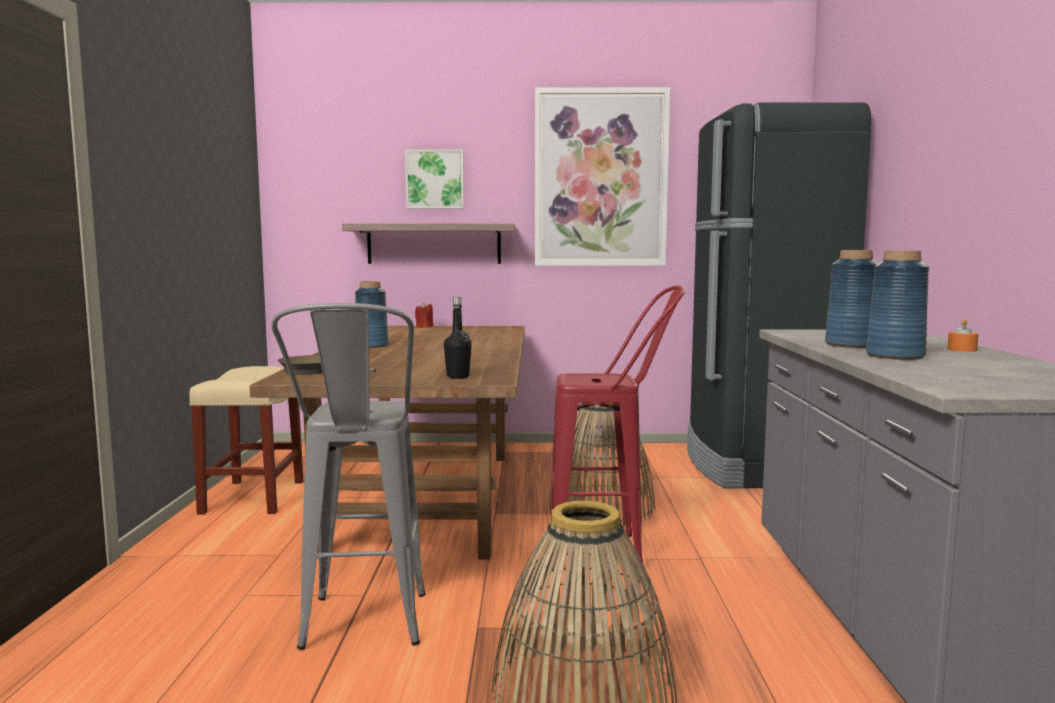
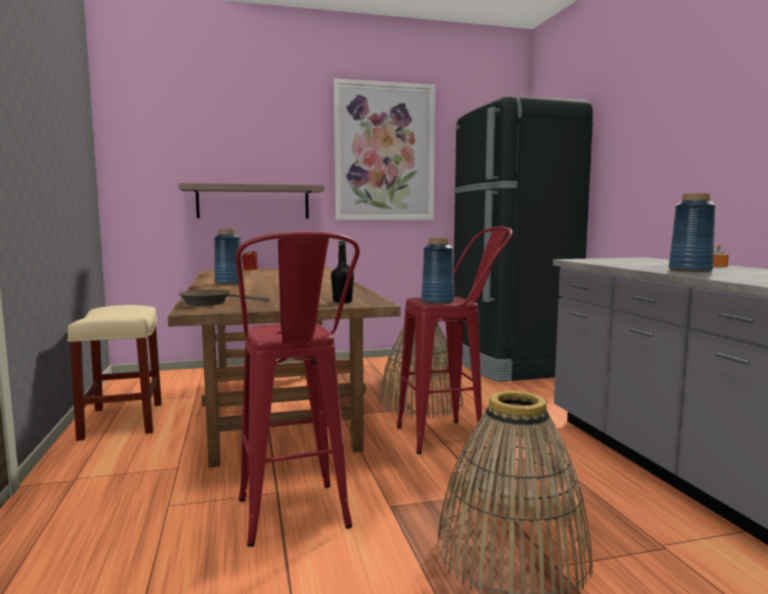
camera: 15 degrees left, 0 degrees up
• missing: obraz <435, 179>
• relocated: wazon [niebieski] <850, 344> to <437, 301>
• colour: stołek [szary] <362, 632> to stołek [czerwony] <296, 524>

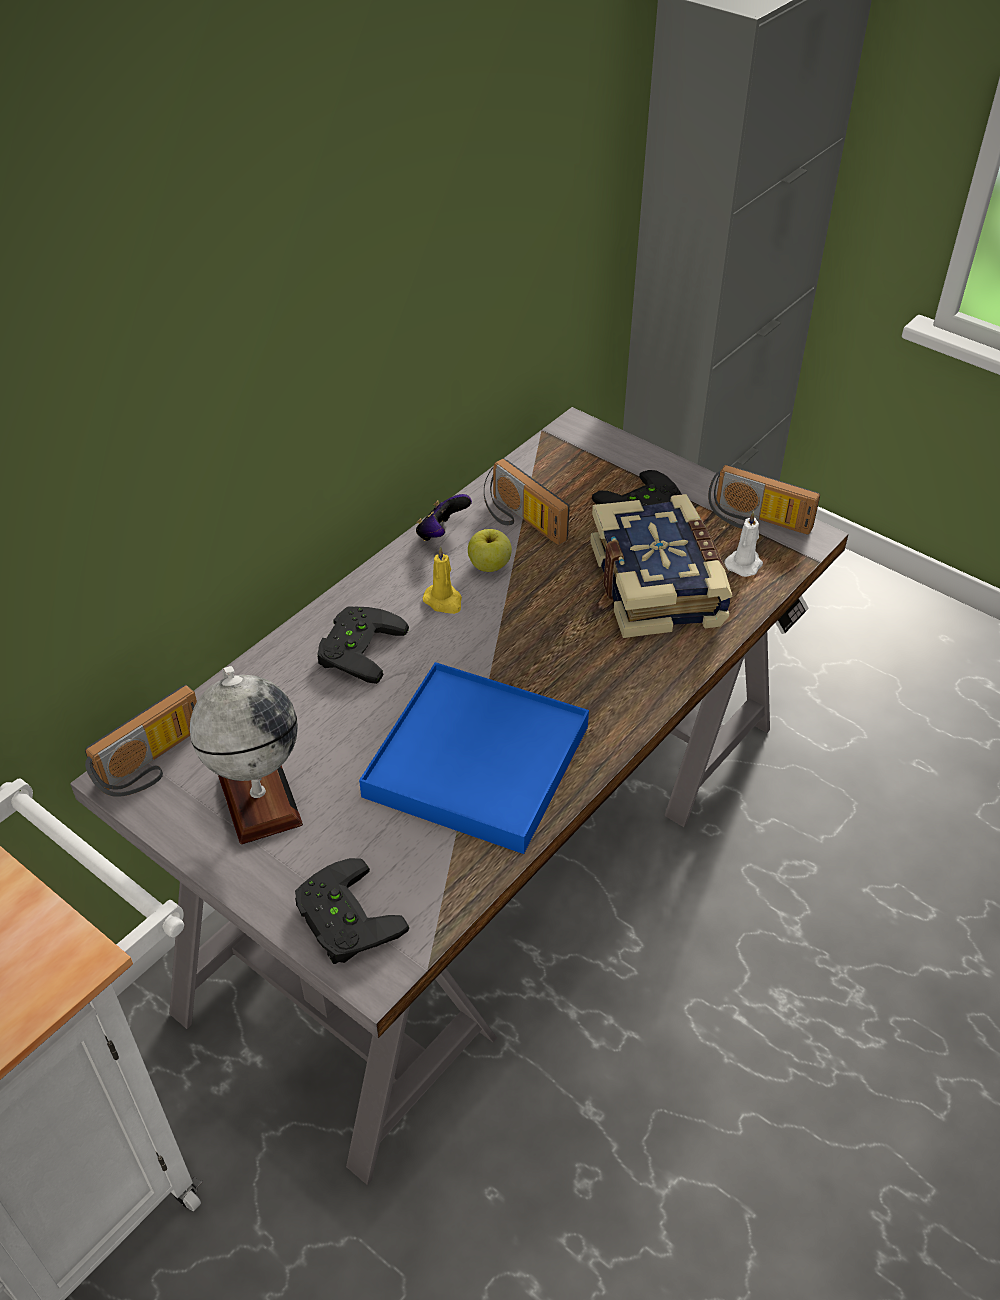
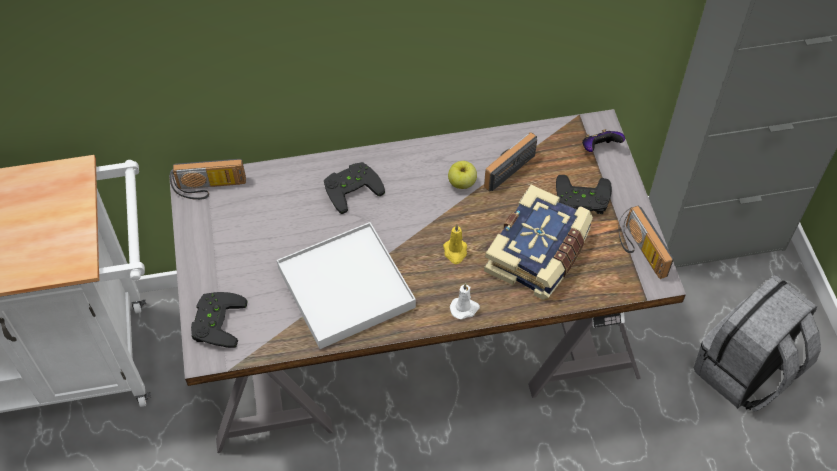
camera: 40 degrees right, 10 degrees up
• missing: globus <259, 800>
• appeared: plecak [szary] <745, 372>
• relocated: pad do gier <441, 533> to <599, 148>
• relocated: świeca [żółty] <444, 601> to <455, 252>
• relocated: świeca [biały] <744, 564> to <465, 308>
• colour: taca [niebieski] <477, 762> to taca [biały] <346, 288>
• spun: radio <520, 520> = <506, 166> 45 degrees clockwise

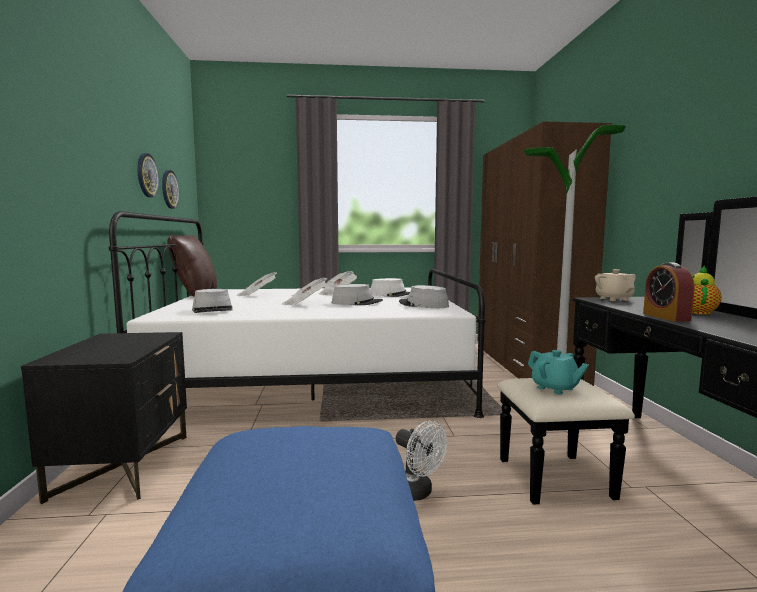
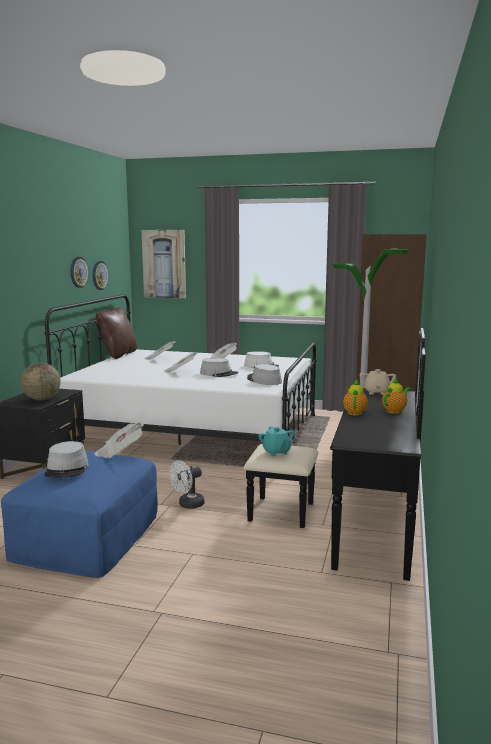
camera: 20 degrees right, 5 degrees up
• appeared: globus <42, 399>
• appeared: gazeta <119, 453>
• appeared: obraz <164, 264>
• relocated: kapelusz [szary] <213, 310> to <67, 469>
• exchanged: budzik <666, 317> to imbryk <355, 412>
• spun: wentylator [biały] <417, 493> = <188, 505> 75 degrees clockwise

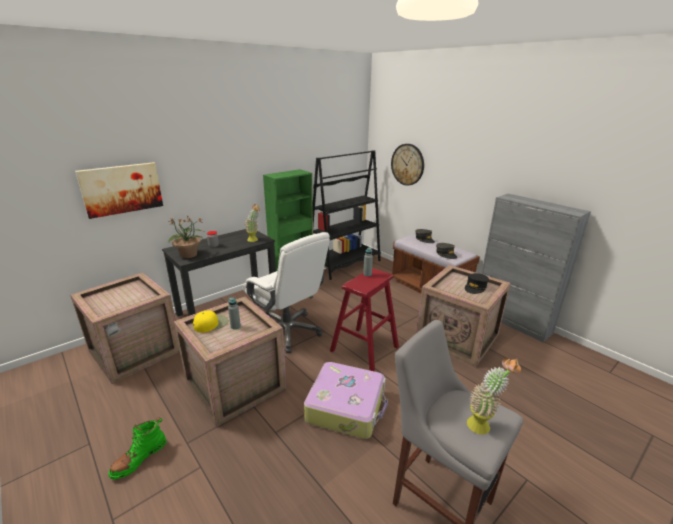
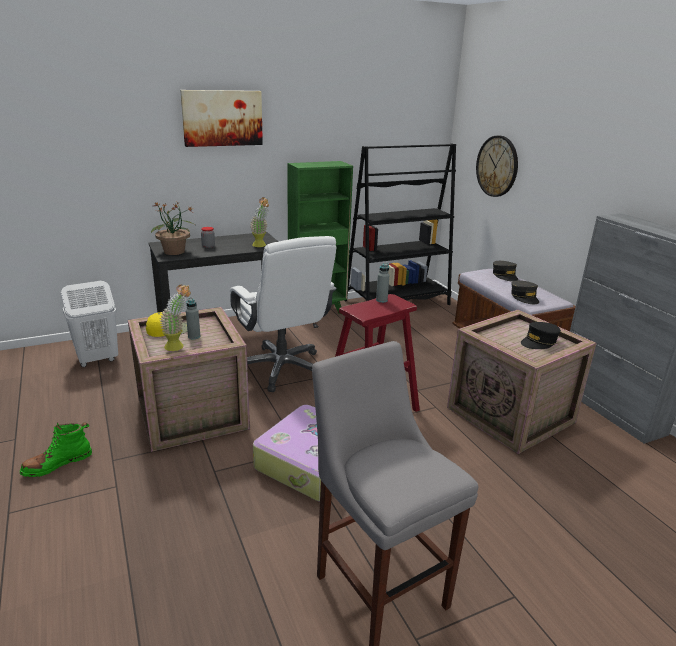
camera: 15 degrees right, 0 degrees up
• relocated: obraz <122, 189> to <222, 118>
• relocated: roślina doniczkowa <484, 424> to <179, 347>
• exchanged: skrzynka <134, 352> to kosz na pranie [biały] <97, 359>

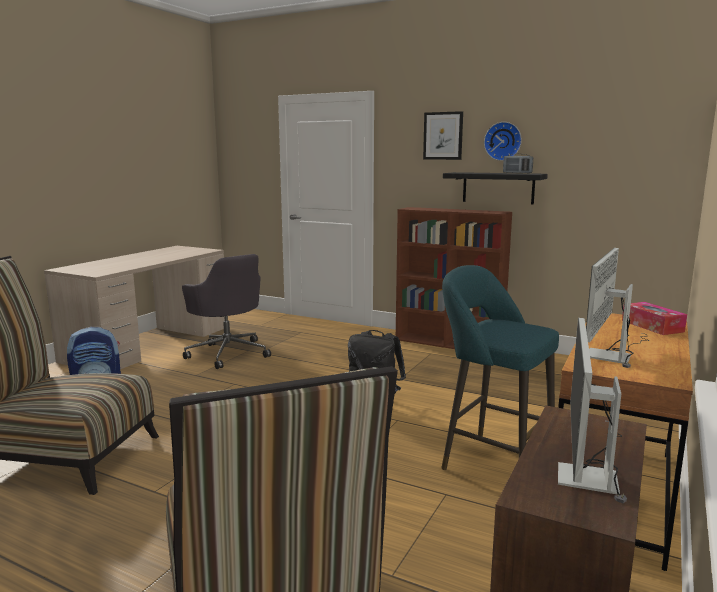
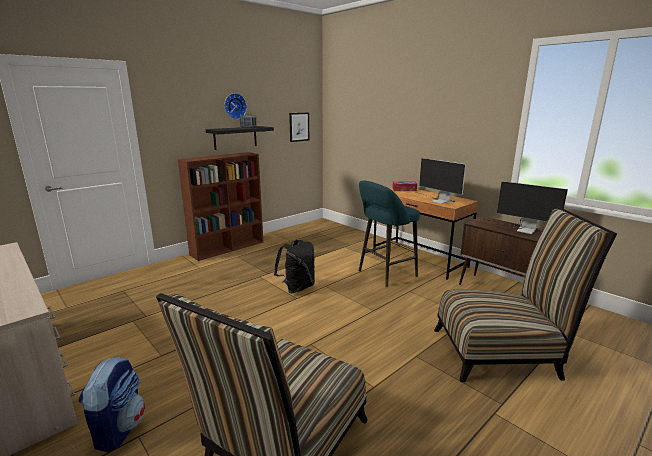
camera: 70 degrees left, 5 degrees up
• missing: krzesło biurowe [szary] <228, 353>
• relocated: obraz <443, 136> to <299, 127>

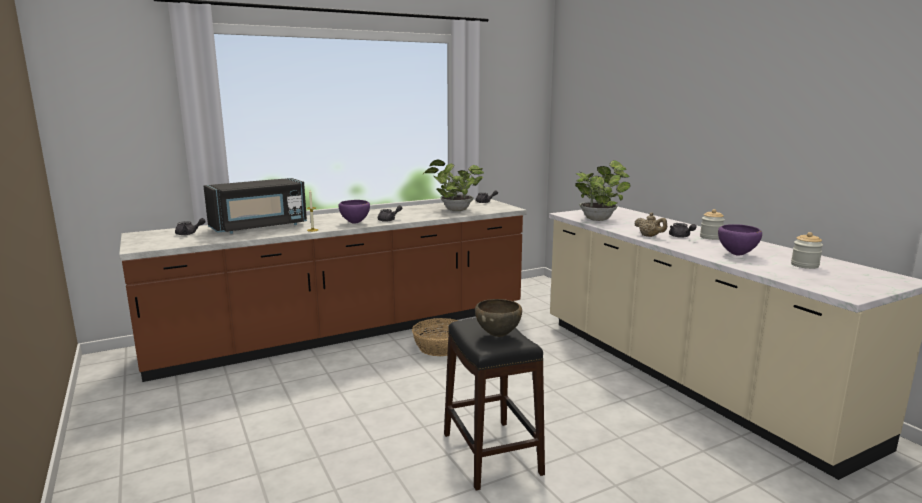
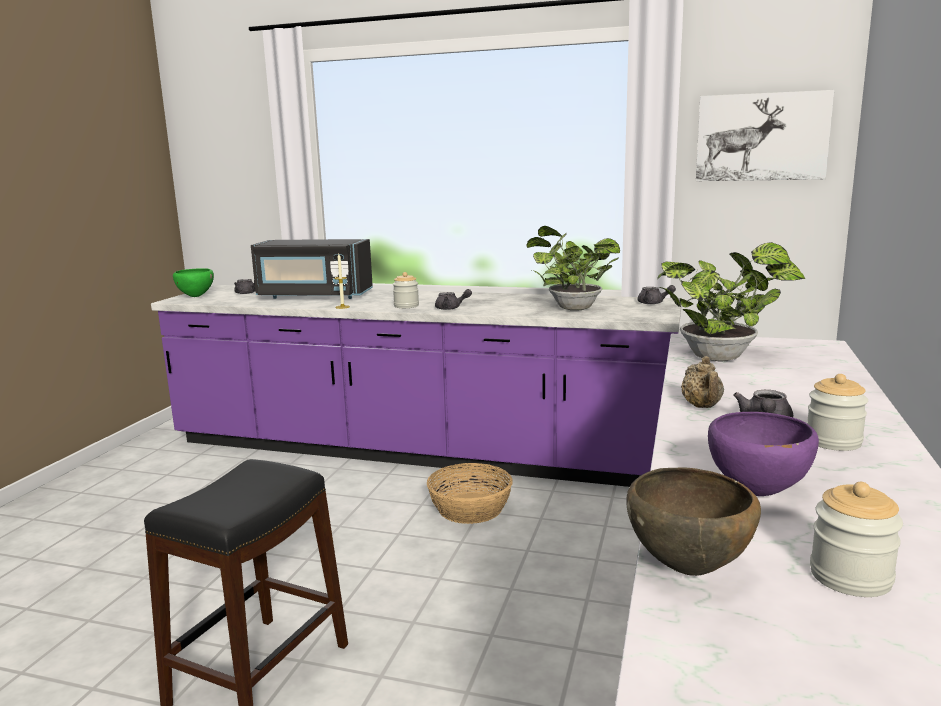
camera: 45 degrees right, 0 degrees up
• appeared: miska [zielony] <195, 296>
• appeared: obraz <761, 137>
• relocated: miska [brązowy] <498, 335> to <689, 568>
• exchanged: miska [fioletowy] <355, 223> to słoik <406, 306>
• colour: zabudowa kuchenna [brązowy] <348, 332> to zabudowa kuchenna [fioletowy] <415, 452>

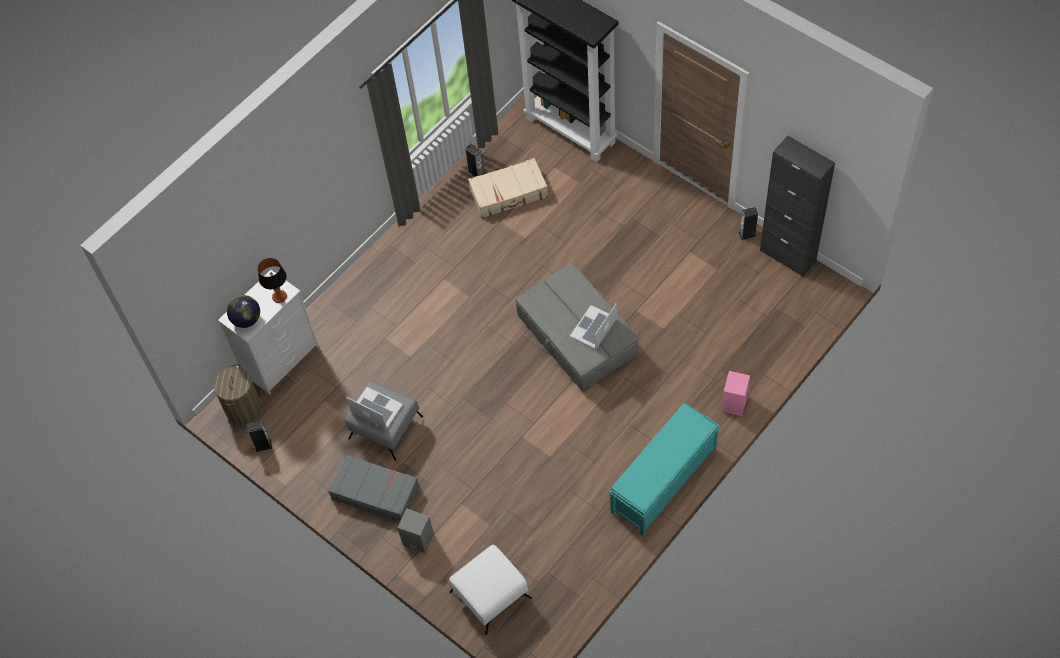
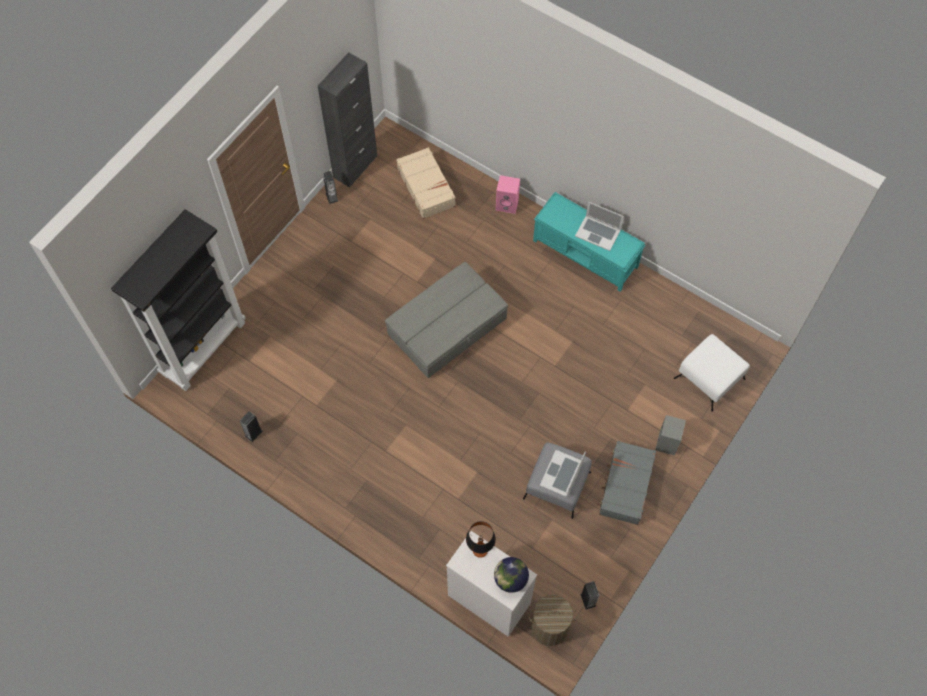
camera: 100 degrees left, 5 degrees up
• relocated: walizka [beżowy] <509, 194> to <426, 187>
• relocated: laptop <593, 327> to <598, 232>

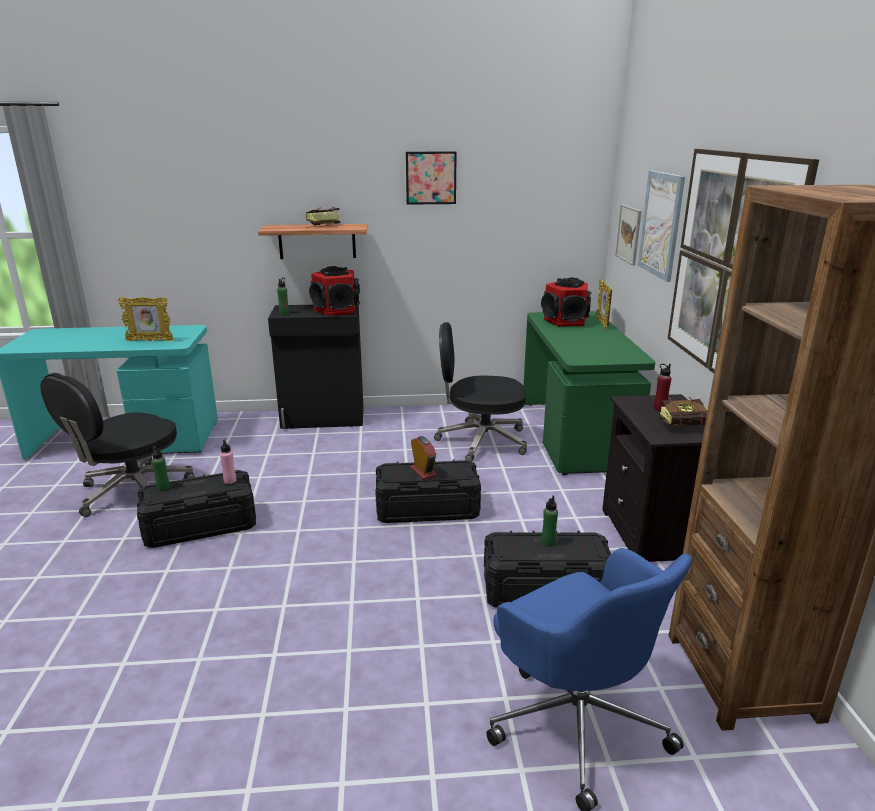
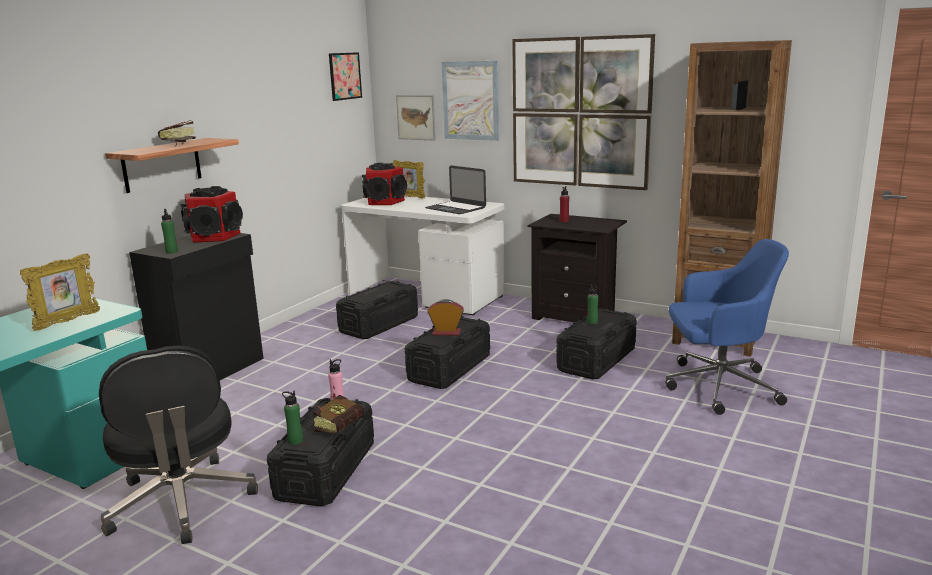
camera: 55 degrees left, 5 degrees down
• appeared: laptop <455, 208>
• relocated: obraz <431, 178> to <345, 76>
• relocated: książka <688, 427> to <343, 426>
• exchanged: krzesło biurowe [czarny] <480, 441> to pojemnik do przechowywania [czarny] <379, 324>
• colour: biurko [zielony] <576, 435> to biurko [biały] <427, 296>

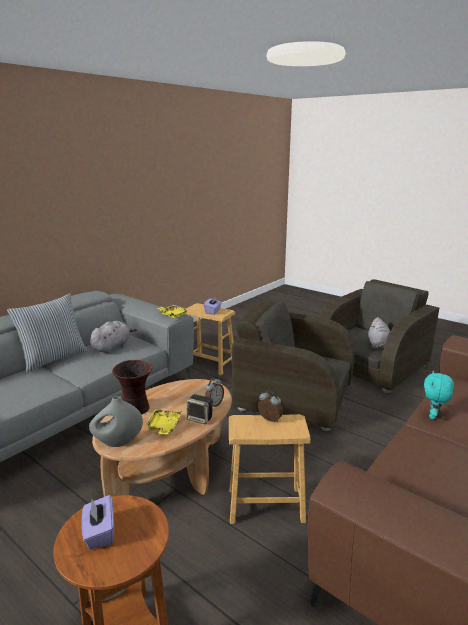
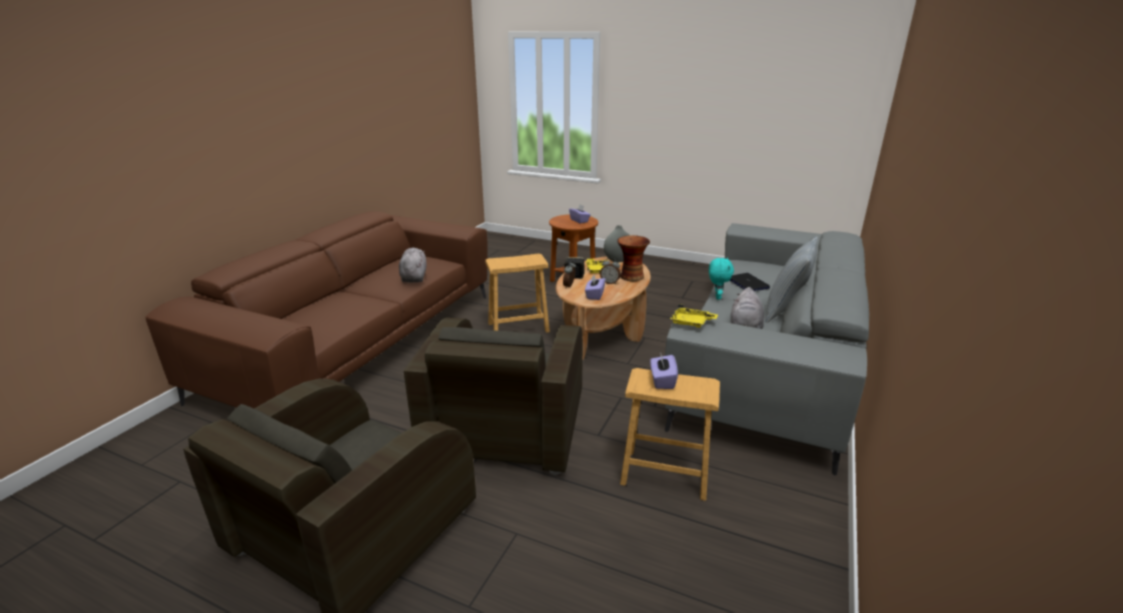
camera: 165 degrees right, 5 degrees up
• appeared: pudełko chusteczek [fioletowy] <594, 295>
• appeared: laptop <747, 283>
• relocated: budzik <269, 420> to <610, 282>
• relocated: pluszak [szary] <379, 346> to <414, 277>
• relocated: pluszak [turkusowy] <433, 416> to <717, 297>
• spun: fotel [brązowy] <293, 397> = <505, 427> 90 degrees clockwise

